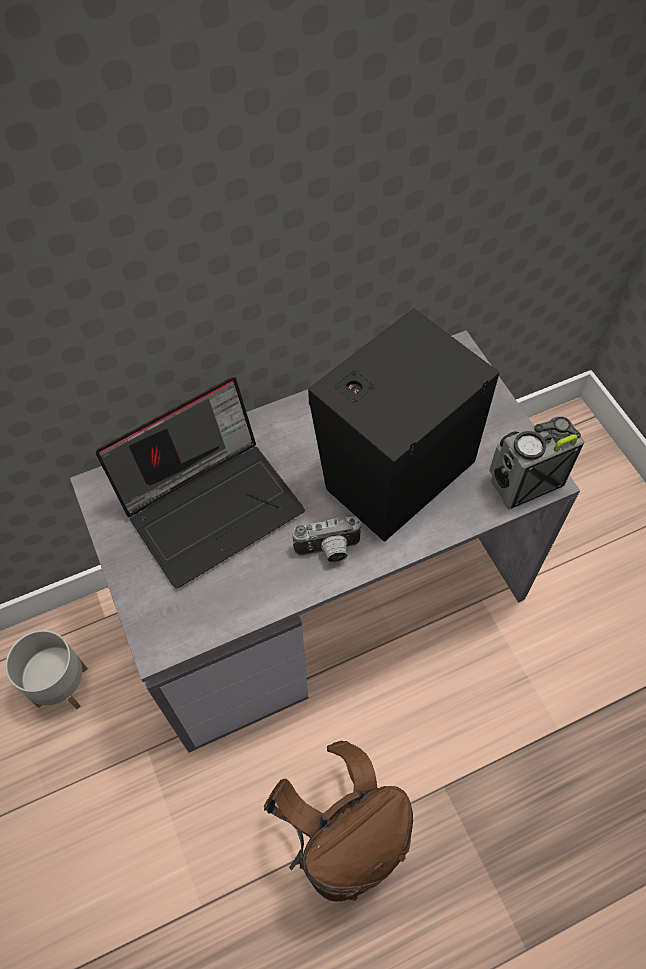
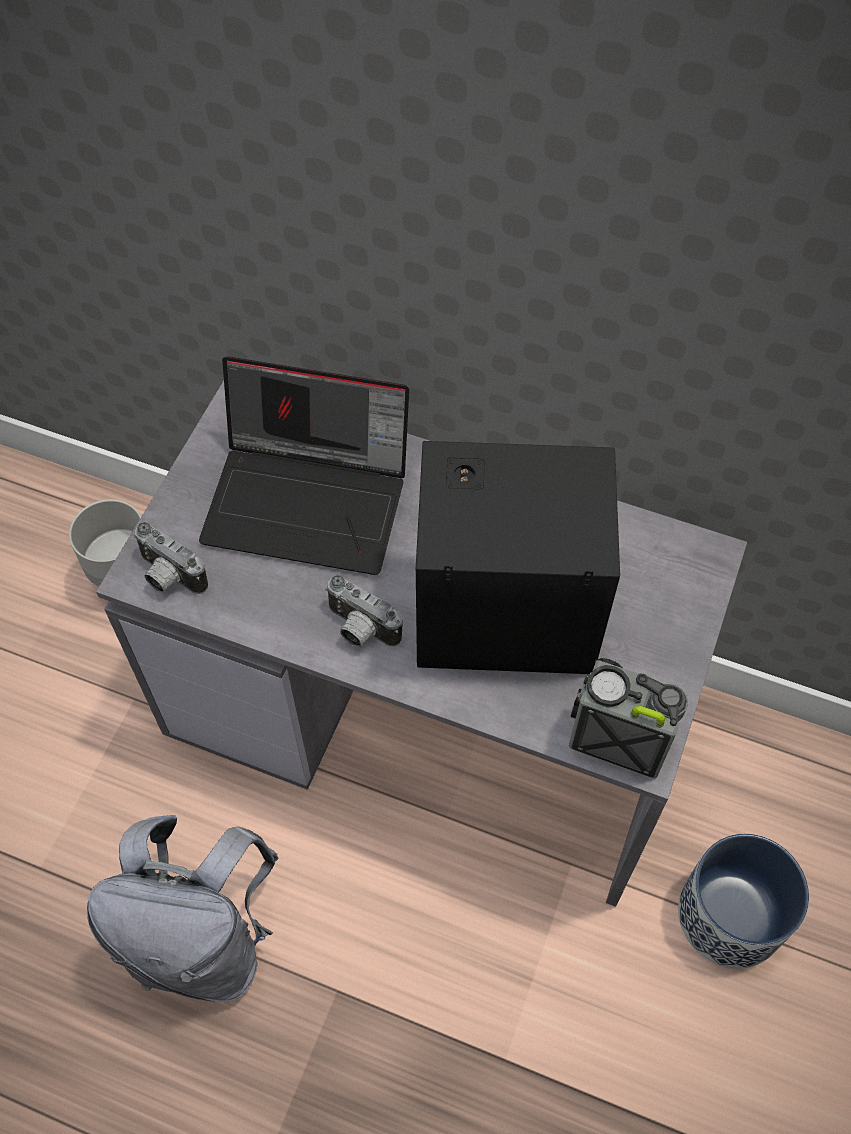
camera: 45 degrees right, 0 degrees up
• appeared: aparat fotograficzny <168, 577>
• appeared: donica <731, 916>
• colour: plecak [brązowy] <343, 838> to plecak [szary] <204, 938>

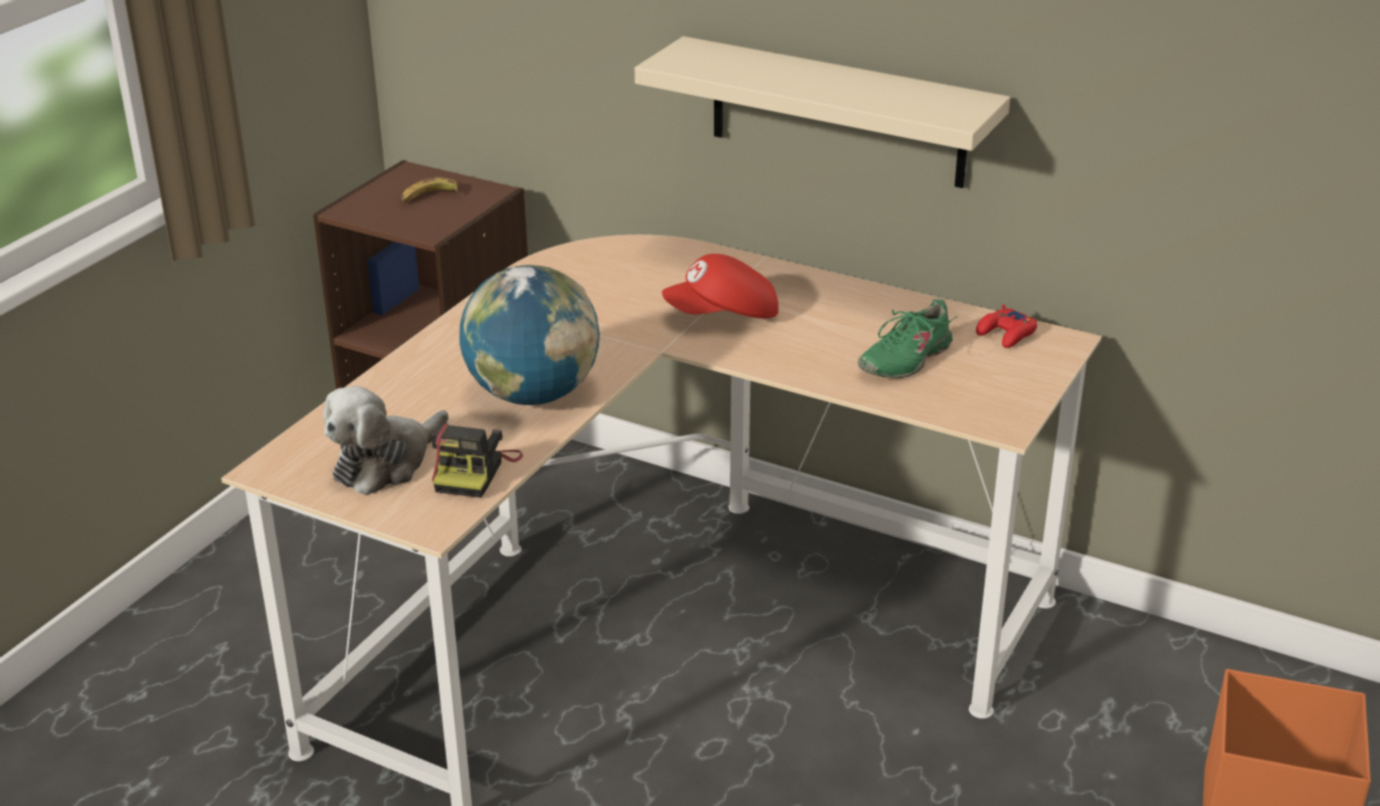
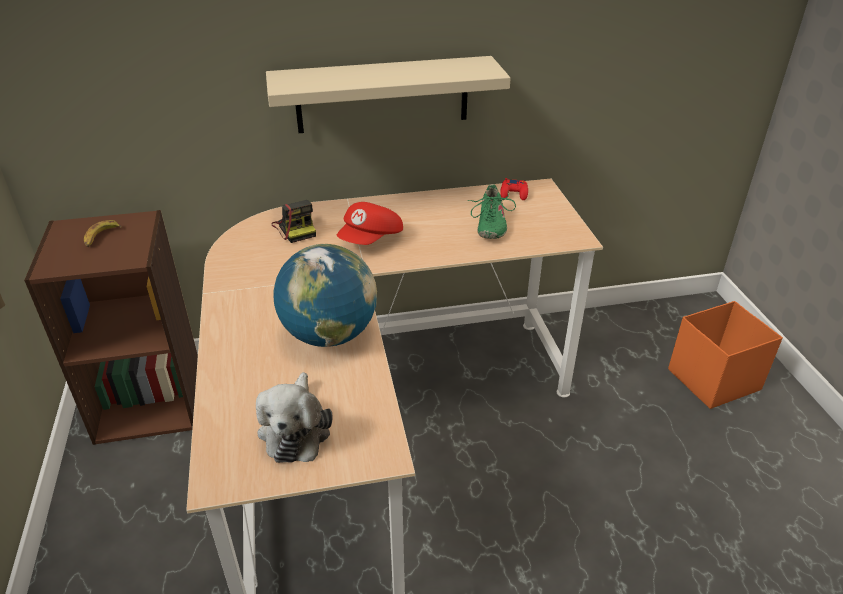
camera: 40 degrees left, 5 degrees up
• relocated: aparat fotograficzny <474, 471> to <296, 228>

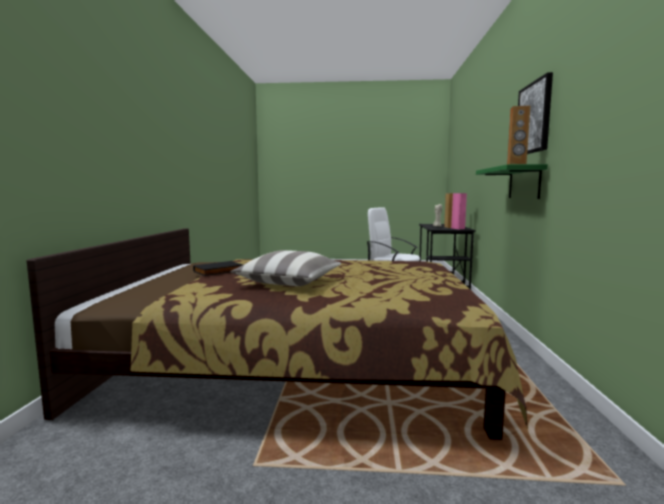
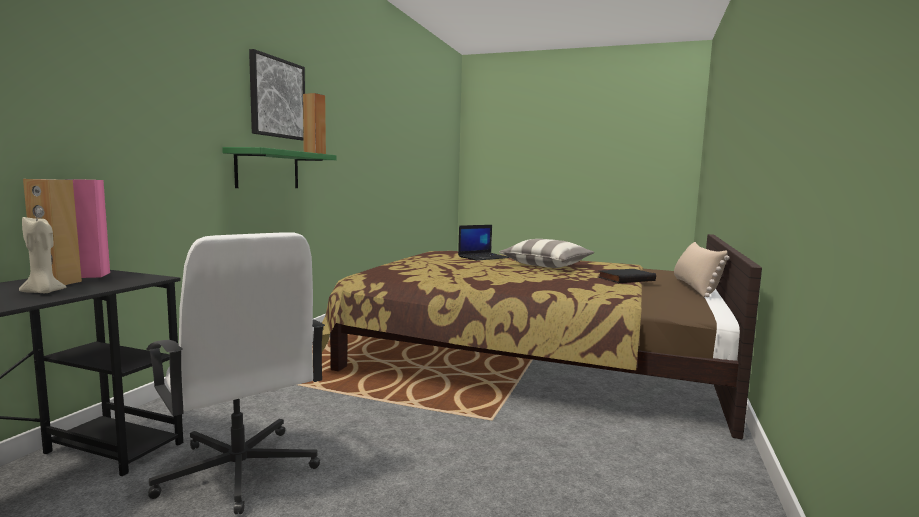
camera: 165 degrees left, 0 degrees up
• appeared: laptop <483, 257>
• appeared: poduszka [beżowy] <695, 287>

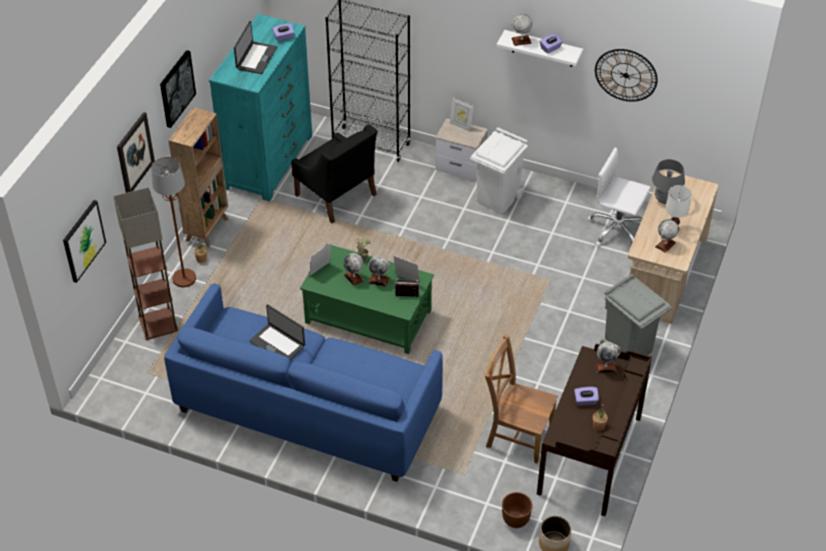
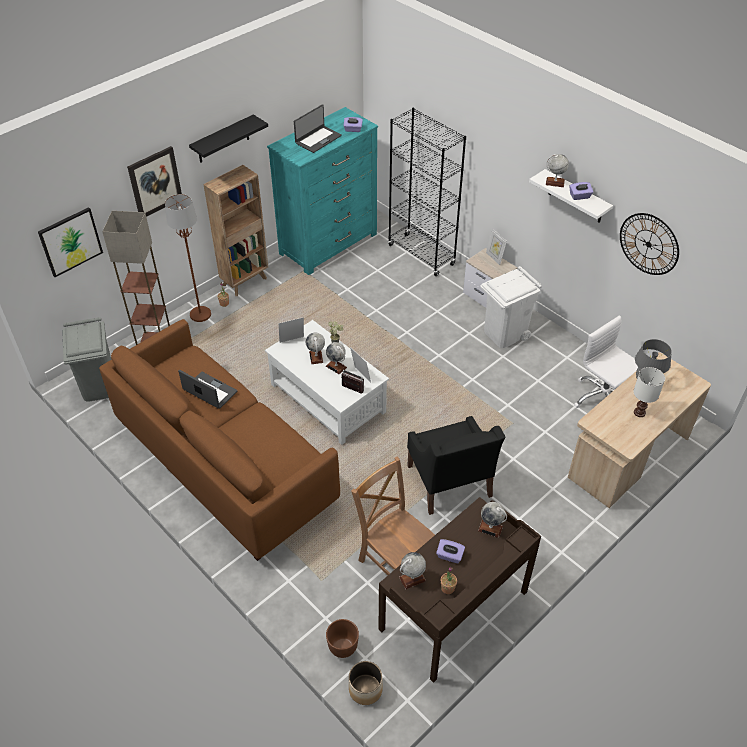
camera: 25 degrees right, 0 degrees up
• relocated: fotel [czarny] <336, 195> to <449, 482>
• relocated: kosz na śmieci [szary] <629, 347> to <100, 386>
• relocated: globus <665, 244> to <412, 579>
• exchanged: obraz <176, 88> to półka [czarny] <223, 139>
• colour: kanapa [niebieski] <307, 409> to kanapa [brązowy] <224, 461>
• colour: ława [zielony] <367, 316> to ława [biały] <327, 398>
• spun: laptop <277, 343> = <209, 391> 150 degrees clockwise

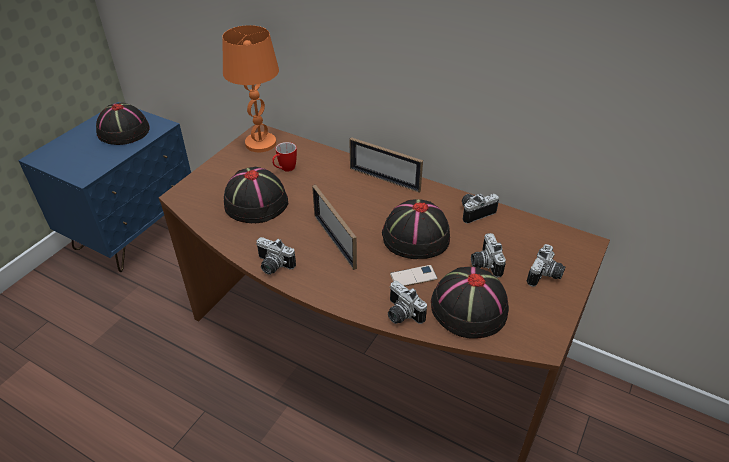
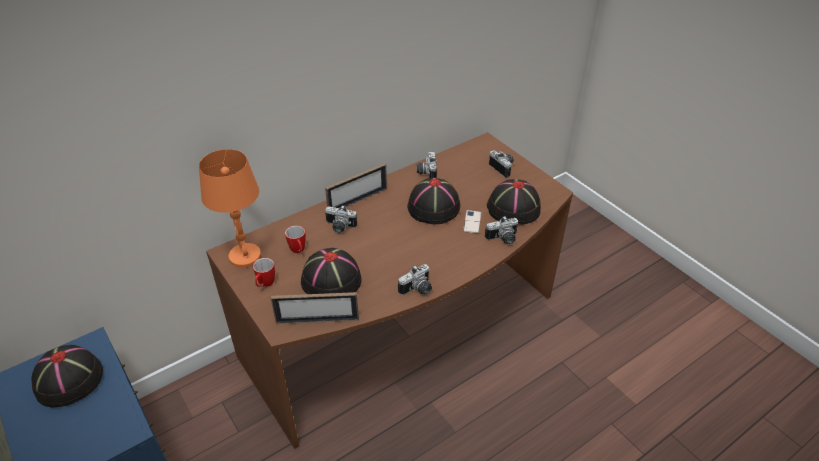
camera: 65 degrees left, 0 degrees up
• appeared: kubek <265, 285>
• relocated: ramka na zdjęcie <334, 241> to <317, 321>
• relocated: aparat fotograficzny <484, 263> to <339, 227>

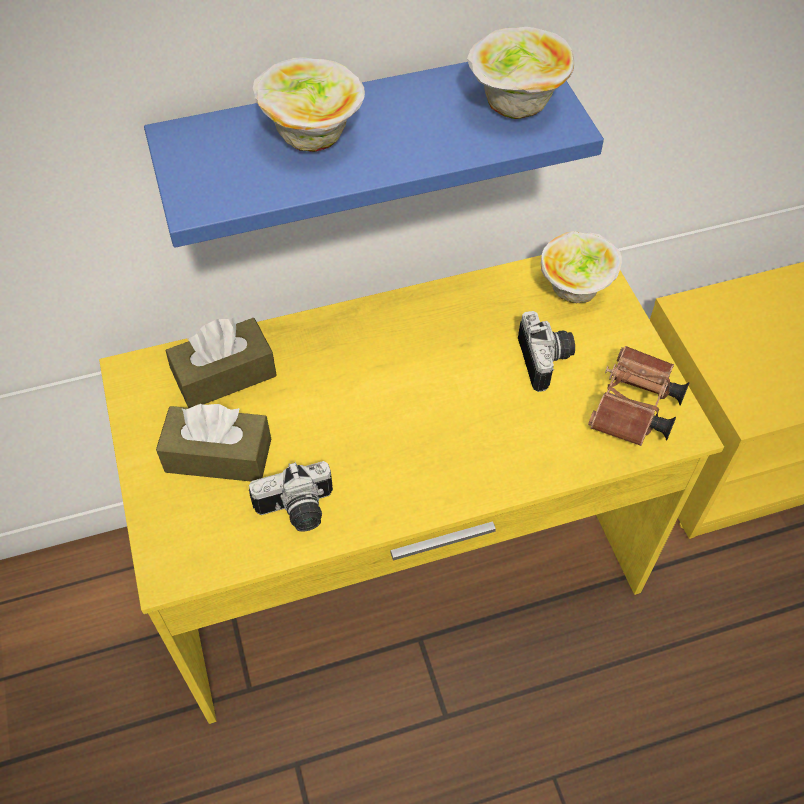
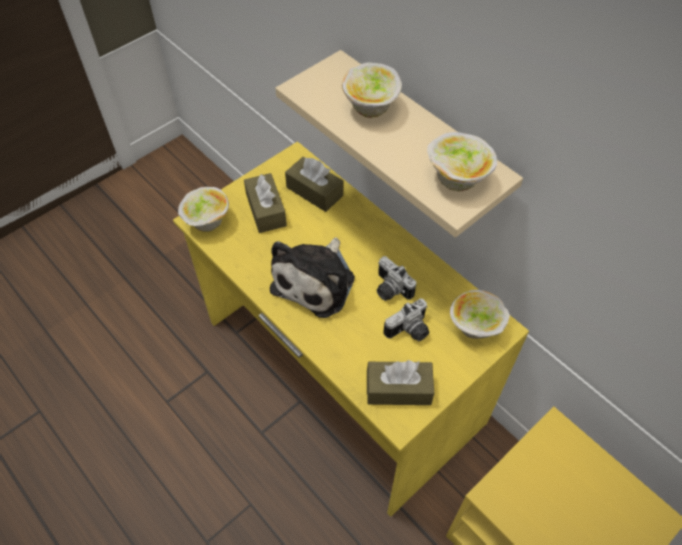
camera: 65 degrees right, 0 degrees up
• appeared: miska <207, 223>
• appeared: pluszak <316, 281>
• relocated: aparat fotograficzny <297, 512> to <389, 289>
• exchanged: lornetka [brązowy] <633, 410> to pudełko chusteczek [brązowy] <398, 389>
• colour: półka [niebieski] <354, 139> to półka [beżowy] <421, 139>

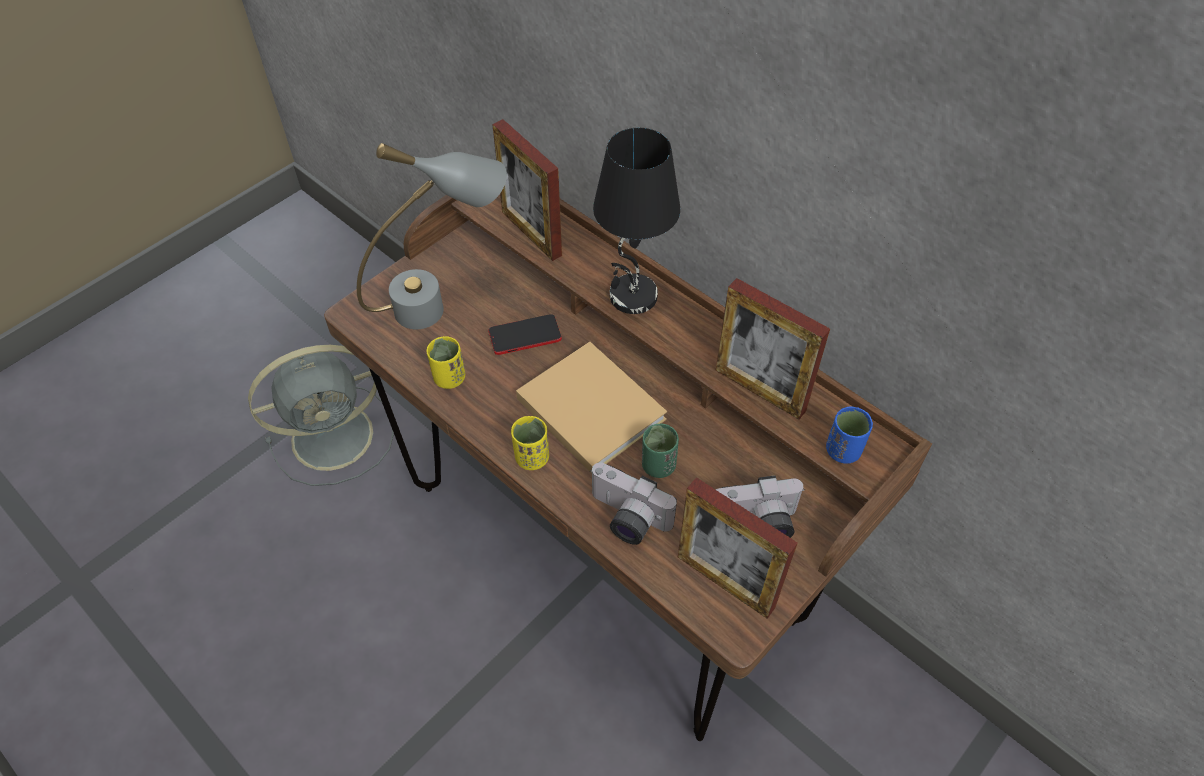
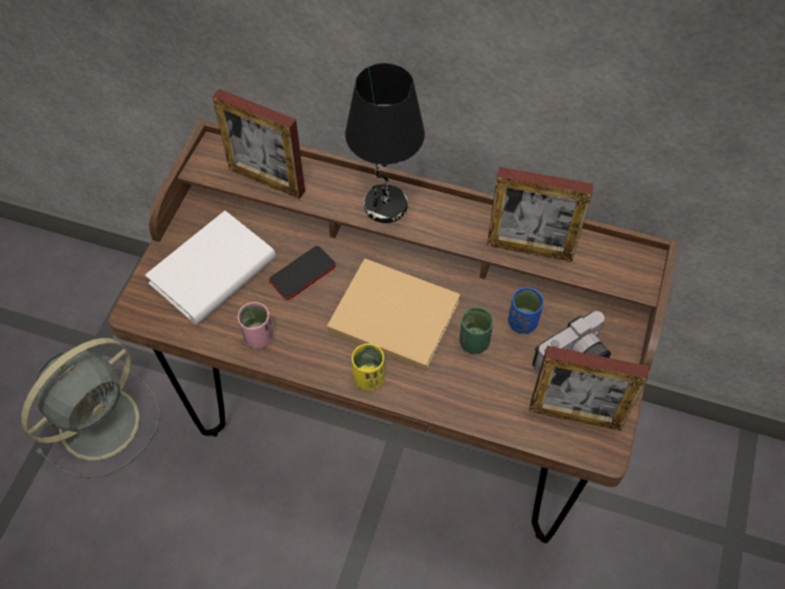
camera: 25 degrees left, 5 degrees up
• missing: aparat fotograficzny <626, 518>
• relocated: filiżanka [niebieski] <843, 450> to <522, 322>
• exchanged: lampa stołowa [szary] <442, 303> to książka [biały] <213, 271>
• colour: filiżanka [żółty] <449, 378> to filiżanka [różowy] <258, 337>

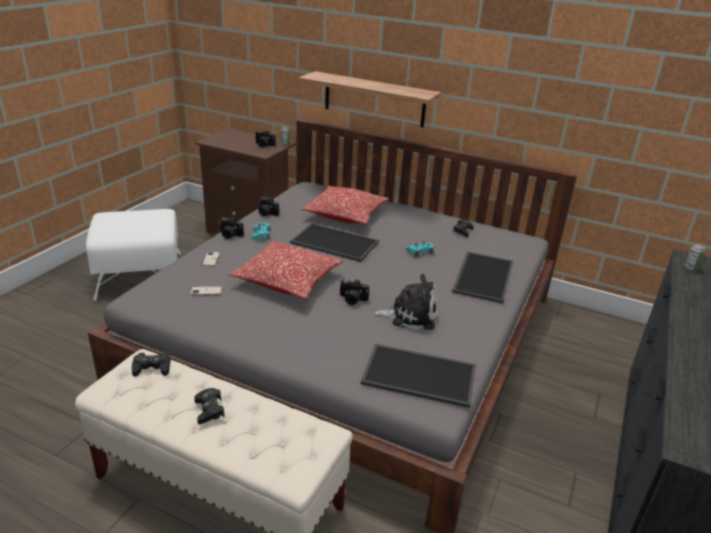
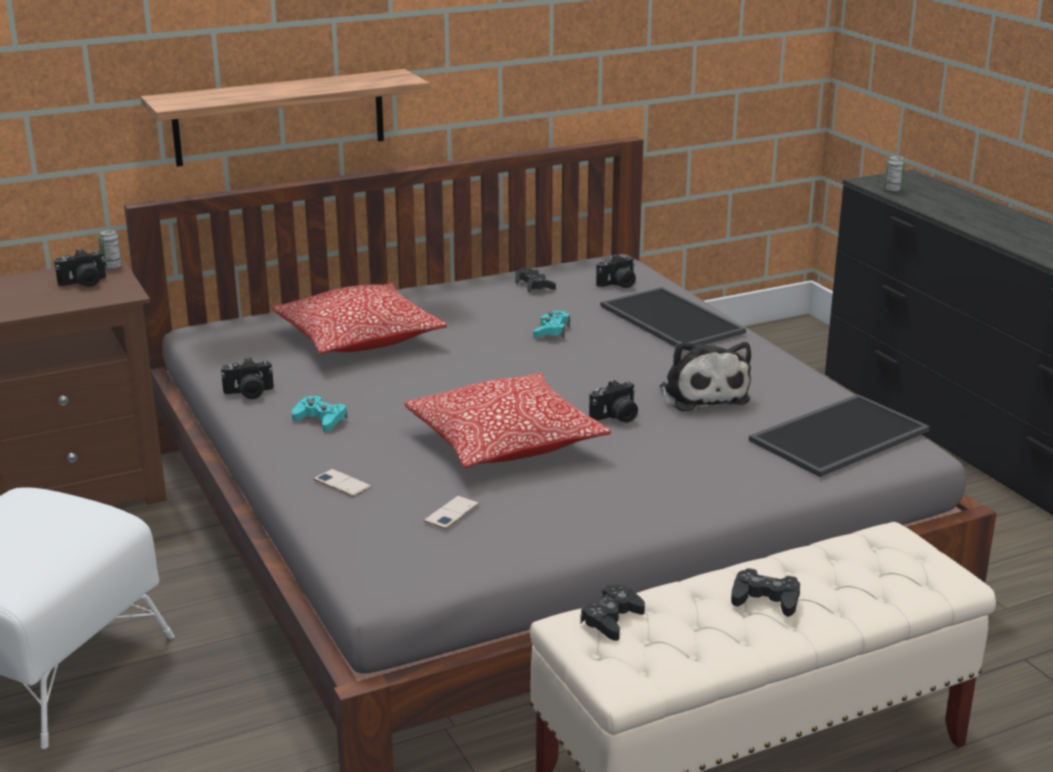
camera: 50 degrees left, 5 degrees down
• missing: taca <333, 243>
• relocated: aparat fotograficzny <229, 235> to <618, 284>
• spun: pluszak <410, 315> = <702, 394> 120 degrees clockwise

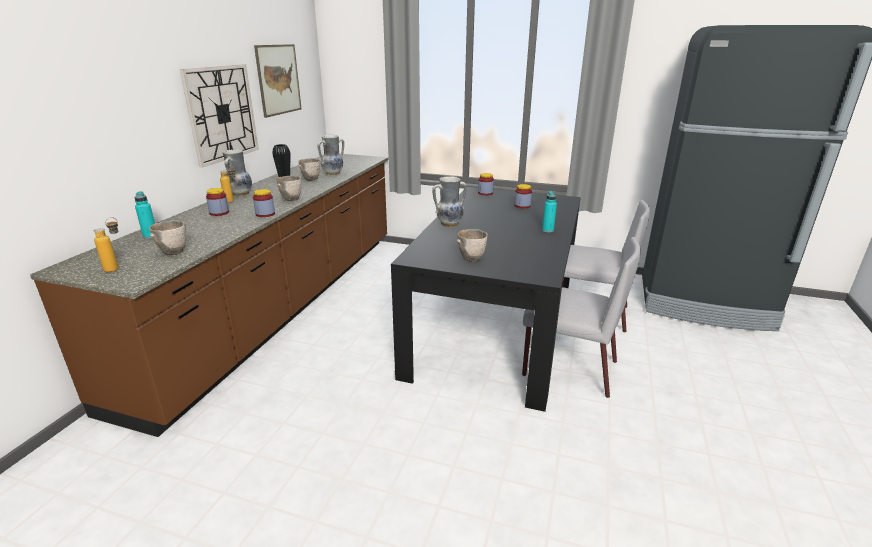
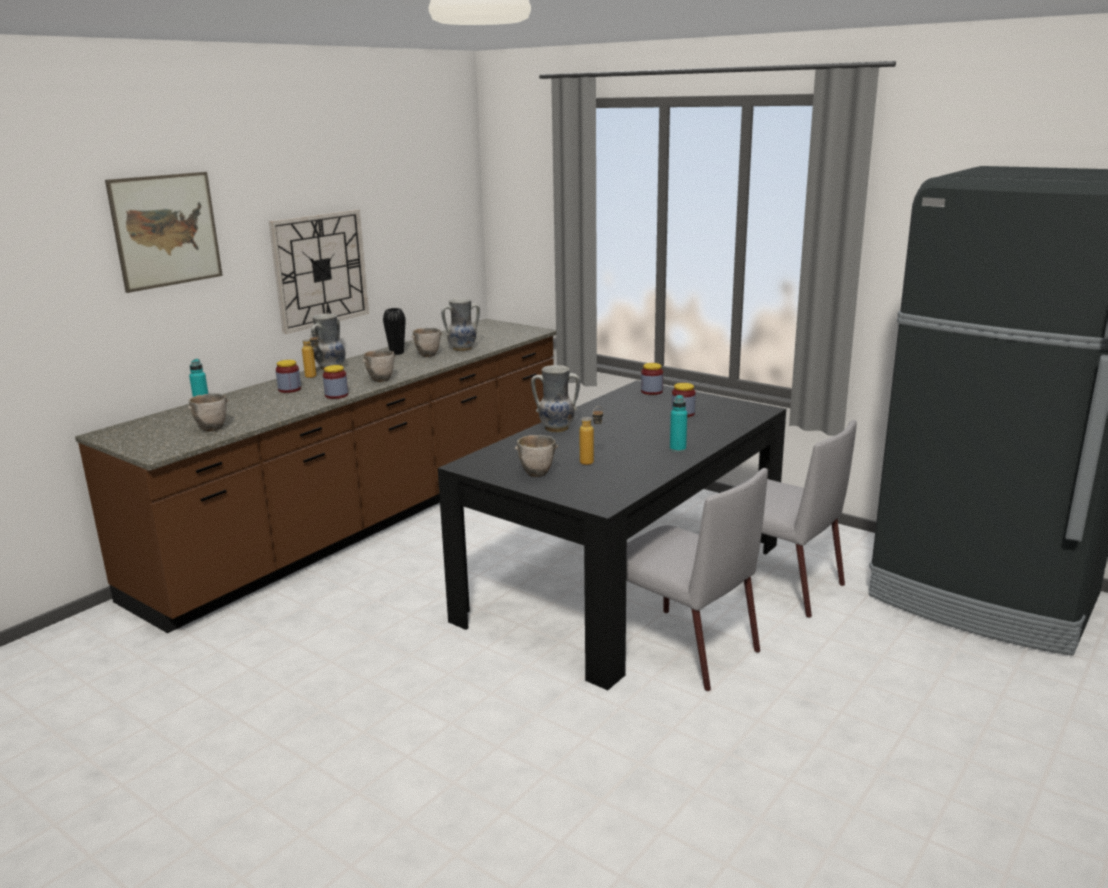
camera: 20 degrees right, 5 degrees down
• relocated: butelka <117, 268> to <591, 461>
• relocated: obraz <278, 79> to <166, 230>

